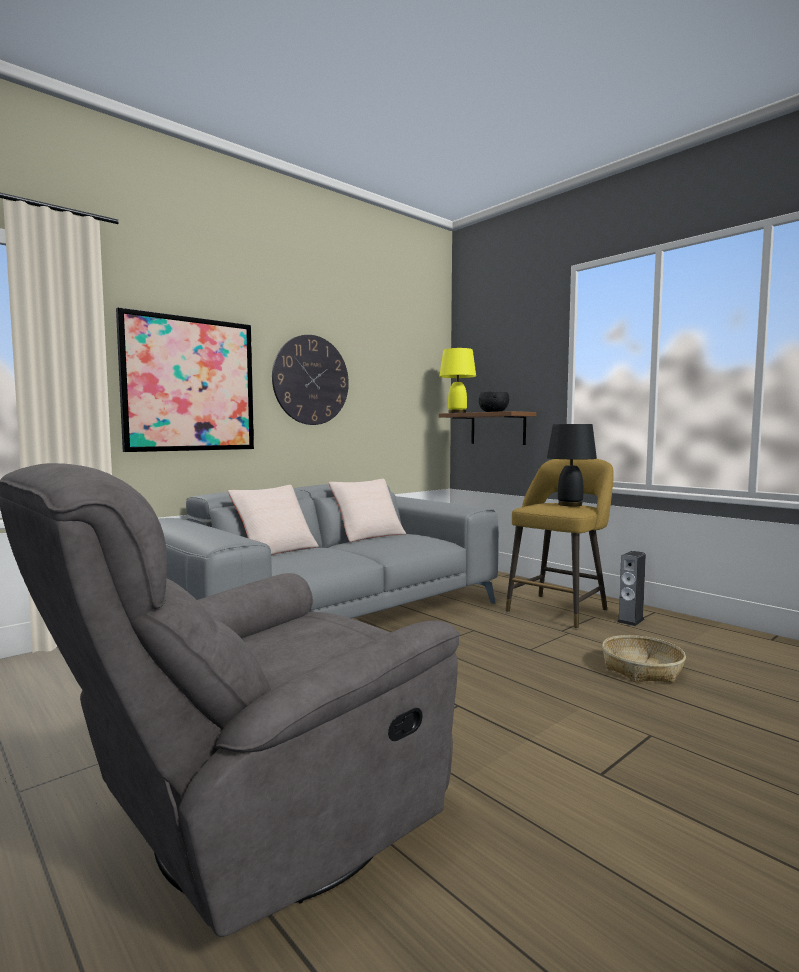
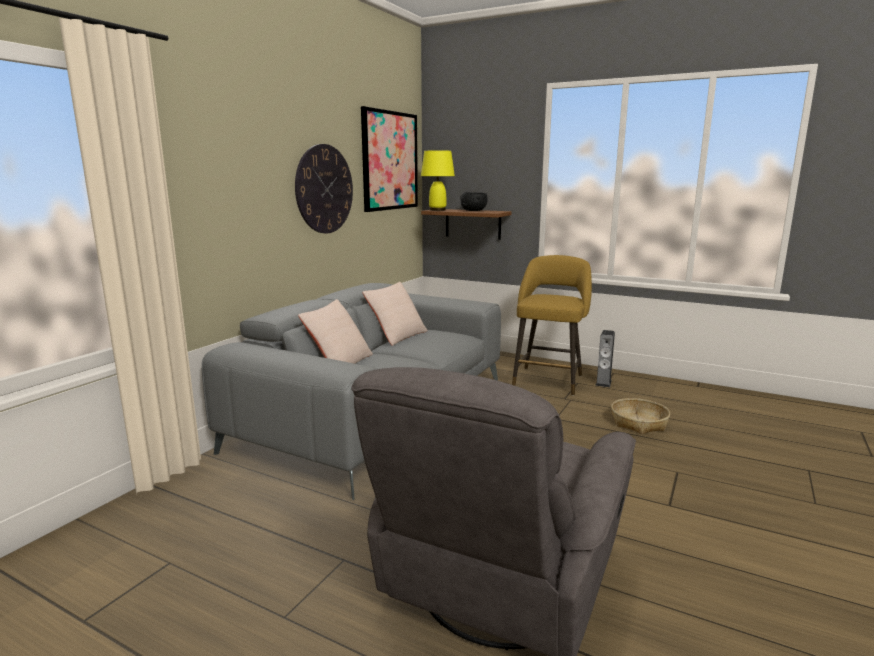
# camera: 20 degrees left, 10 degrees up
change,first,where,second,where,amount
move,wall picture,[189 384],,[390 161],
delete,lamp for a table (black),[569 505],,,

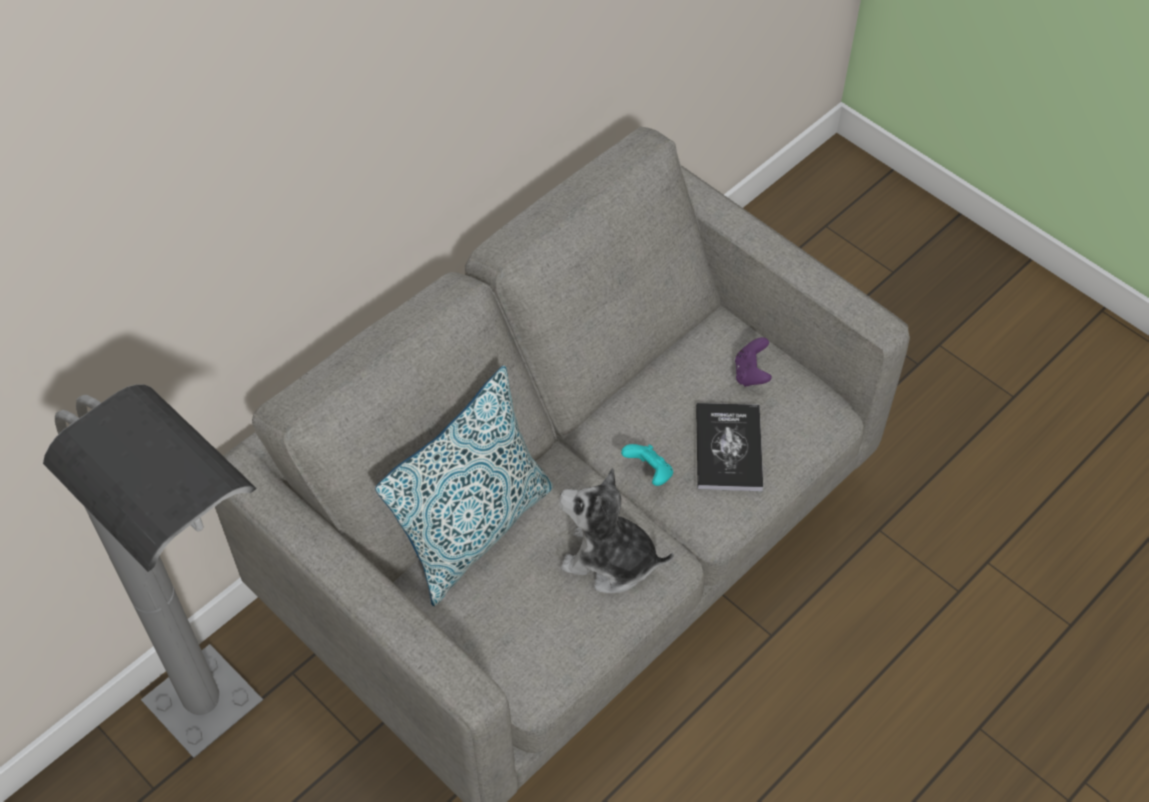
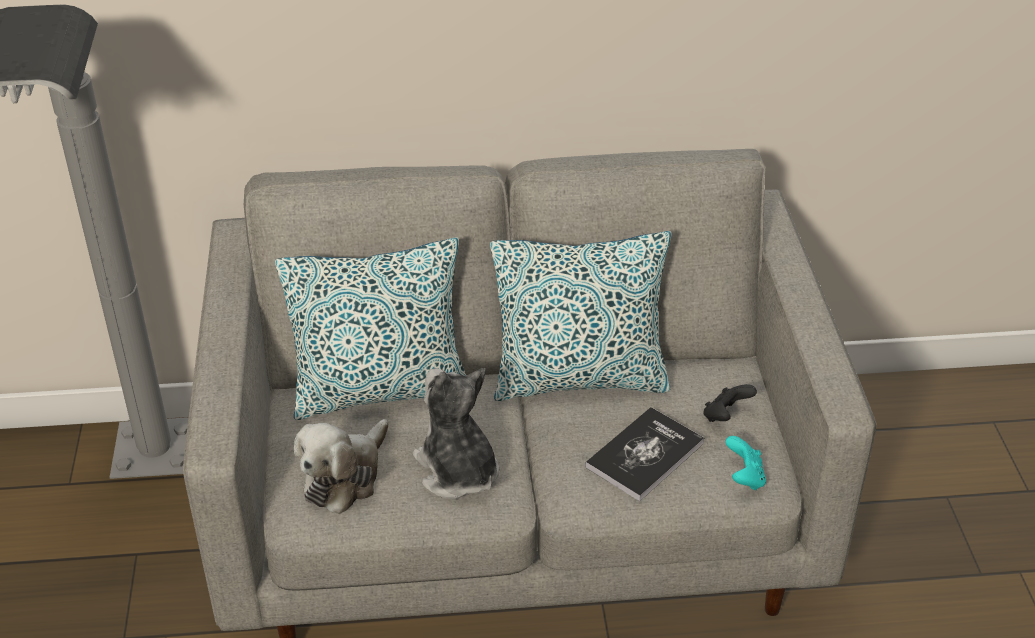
# camera: 40 degrees right, 15 degrees down
change,first,where,second,where,amount
insert,,,soft toy,[345 476],
insert,,,pillow,[579 379],
recolor,joypad (purple),[751 374],joypad (black),[725 416],
move,joypad (blue-green),[649 473],,[744 477],

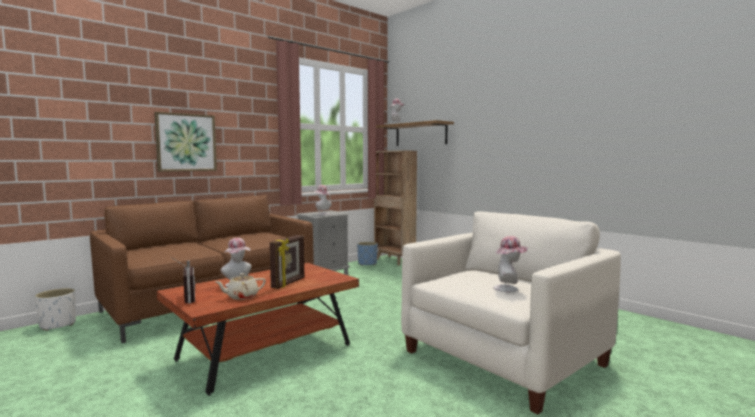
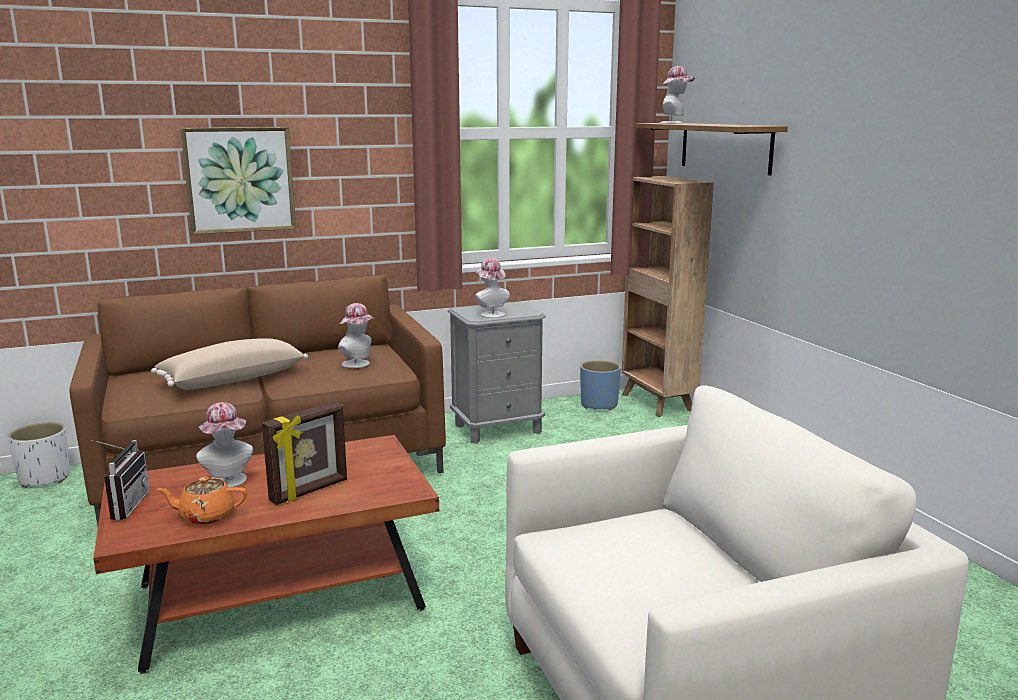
# camera: 20 degrees right, 10 degrees up
change,first,where,second,where,amount
insert,,,pillow (sand-coloured),[232 379],
recolor,pot for tea (sand-coloured),[241 297],pot for tea (orange-coloured),[206 516],
move,wearable hat,[509 288],,[359 364],

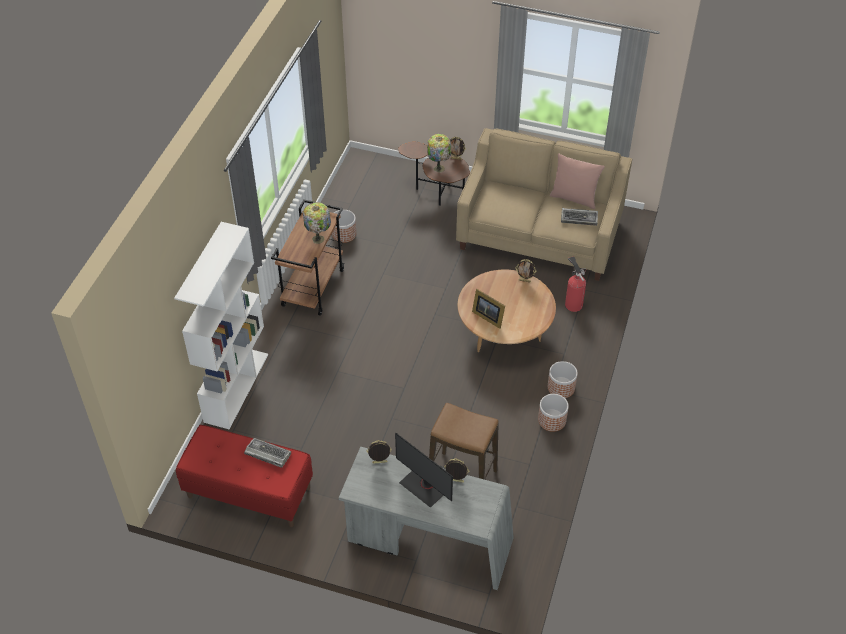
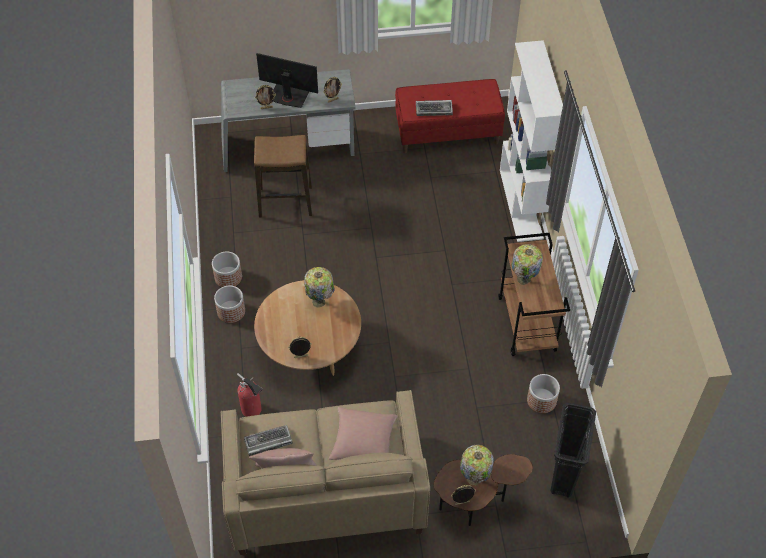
# camera: 155 degrees right, 5 degrees up
change,first,where,second,where,amount
replace,photo frame,[488 316],lamp for a table,[320 302],
insert,,,pillow (pink-coloured),[363 442],
insert,,,waste bin (black),[564 474],

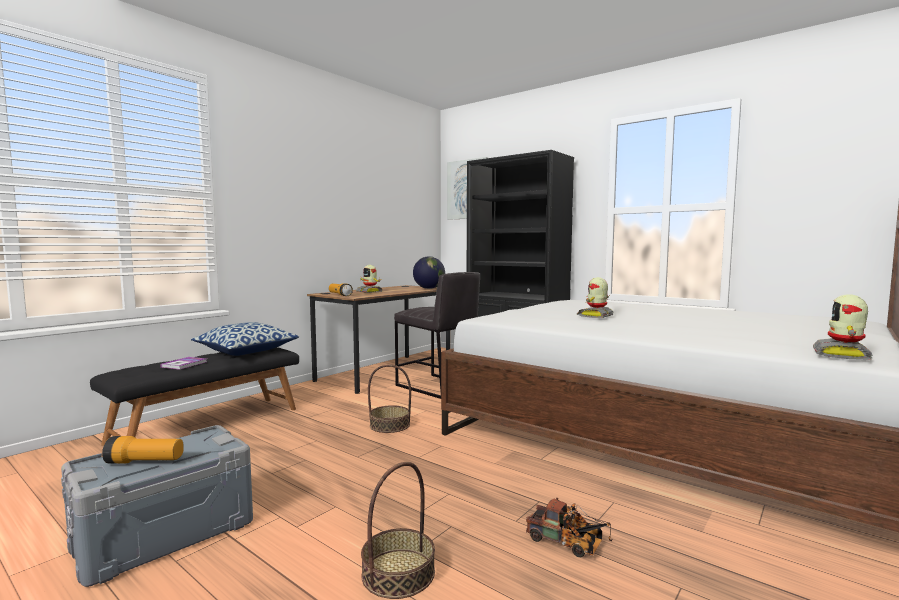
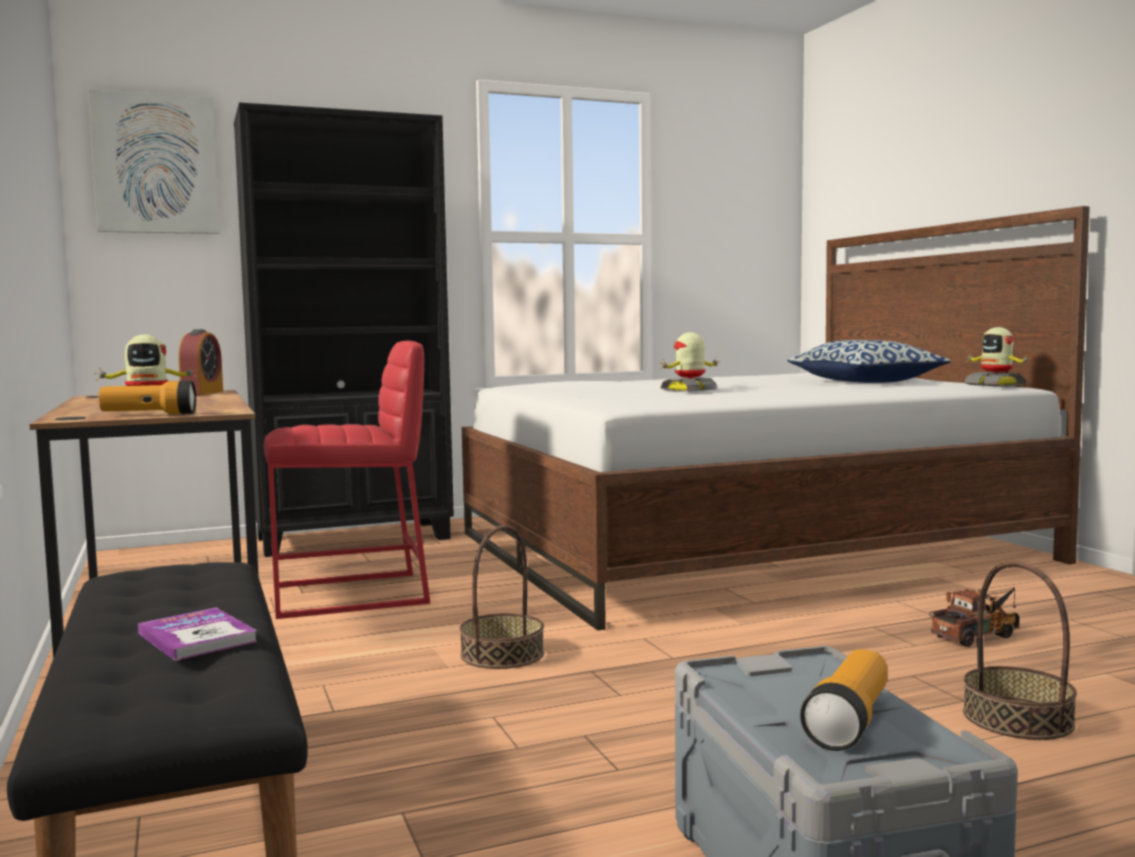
# camera: 60 degrees left, 0 degrees up
change,first,where,second,where,amount
replace,desk globe,[429 288],bedside clock,[202 393],
recolor,sitting stool (gray),[437 386],sitting stool (red-coloured),[351 595],
rotate,robot figure,[596 316],,[689 390],75 degrees clockwise
move,pillow,[246 351],,[866 382],

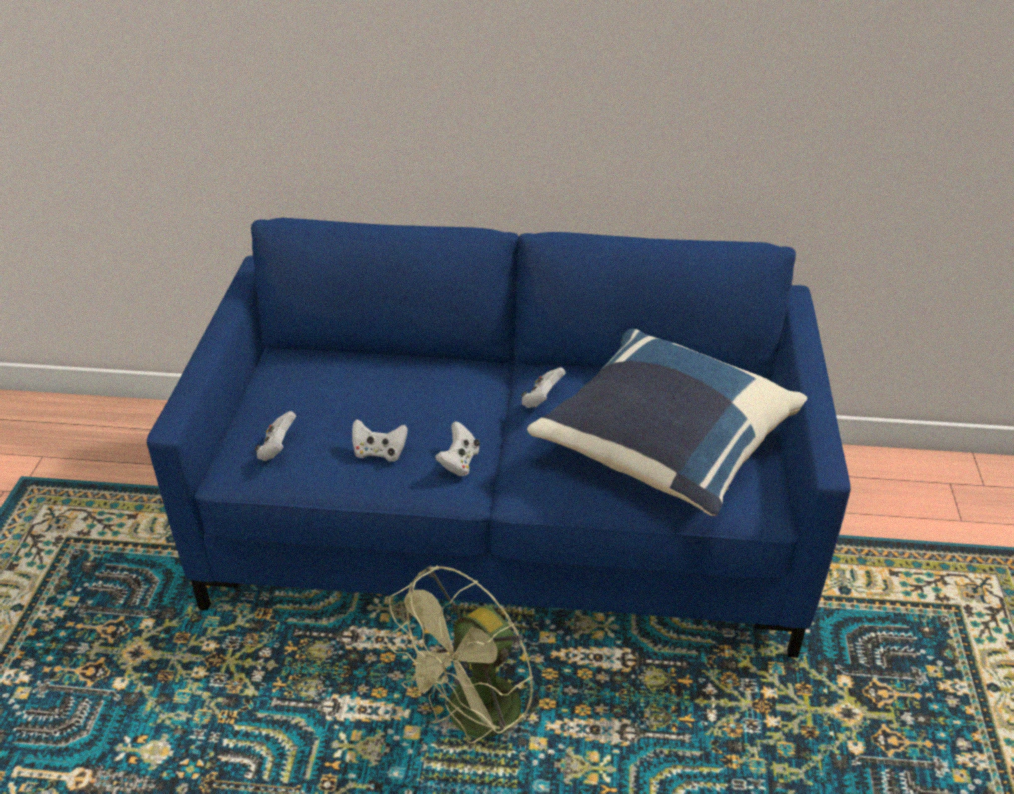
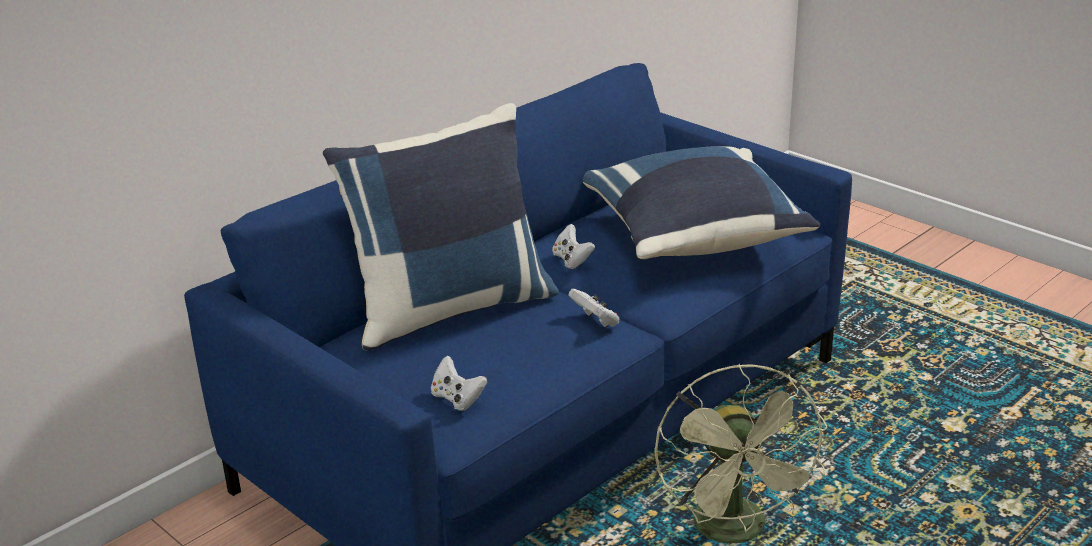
# camera: 50 degrees left, 10 degrees down
change,first,where,second,where,amount
insert,,,pillow (blue),[450 308],
delete,joypad (white-coloured),[379 452],,,

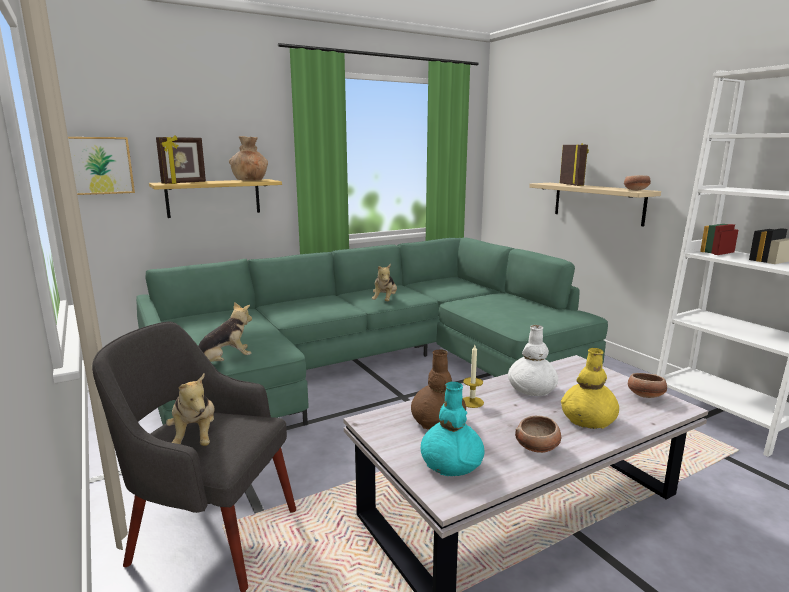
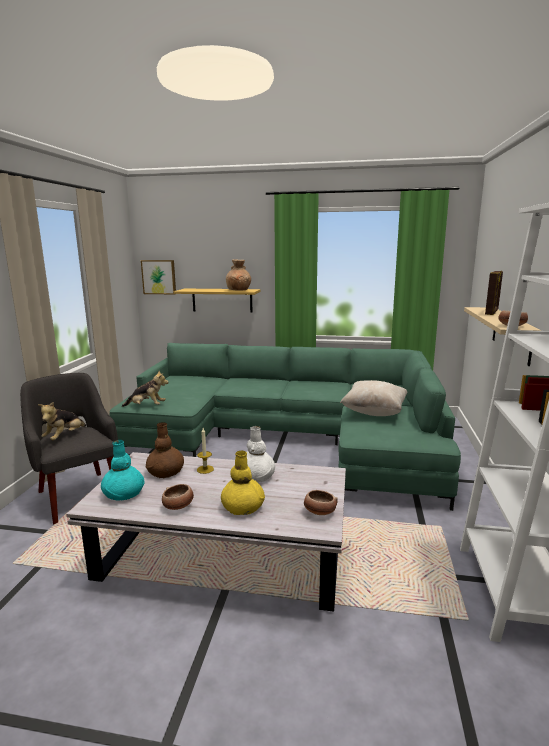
# camera: 40 degrees right, 0 degrees up
change,first,where,second,where,amount
insert,,,pillow (sand-coloured),[374 412],
delete,photo frame,[184 183],,,
delete,soft toy,[385 301],,,

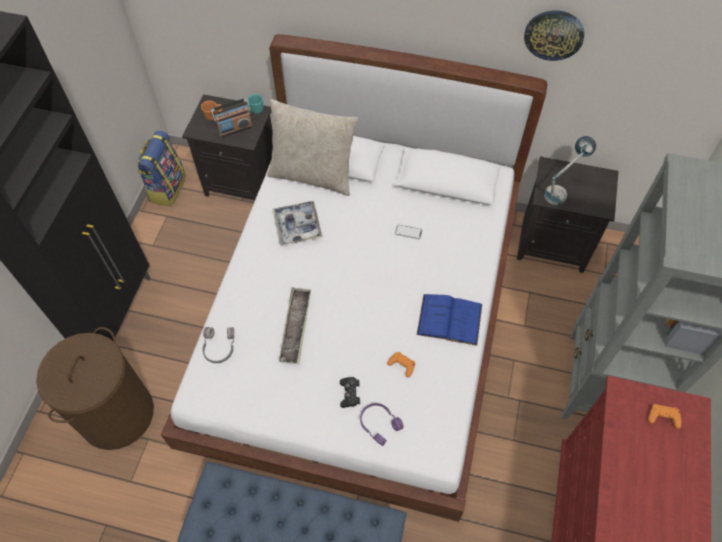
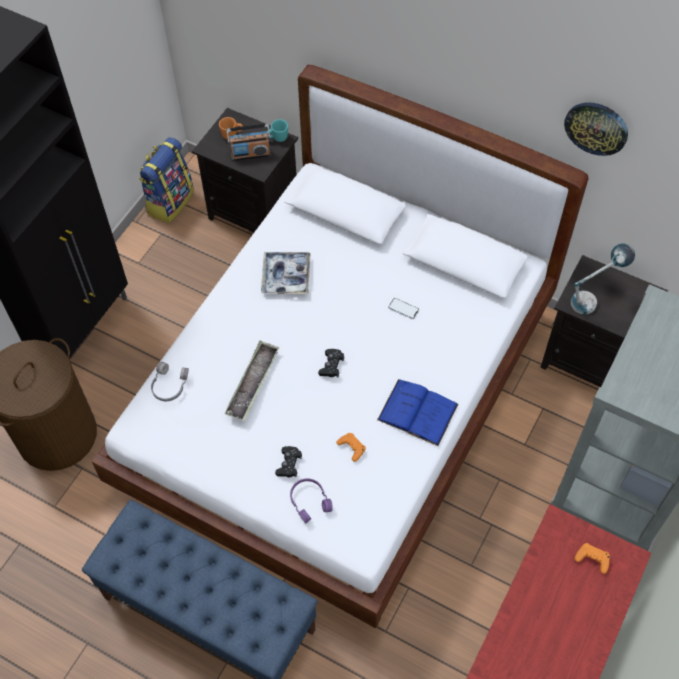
# camera: 15 degrees right, 0 degrees up
change,first,where,second,where,amount
insert,,,joypad (black),[331 365],
delete,pillow (sand-coloured),[313 175],,,

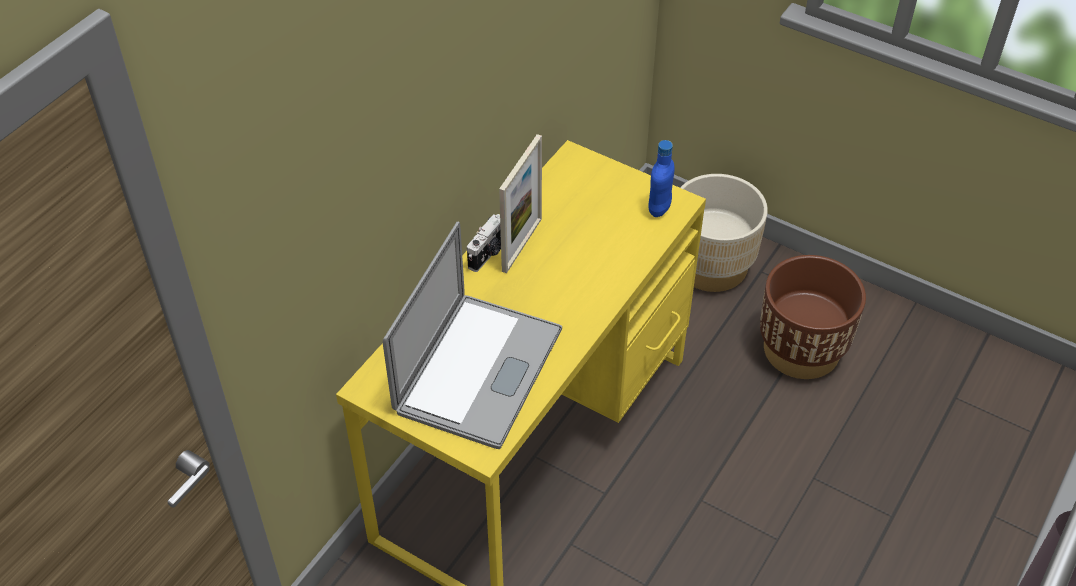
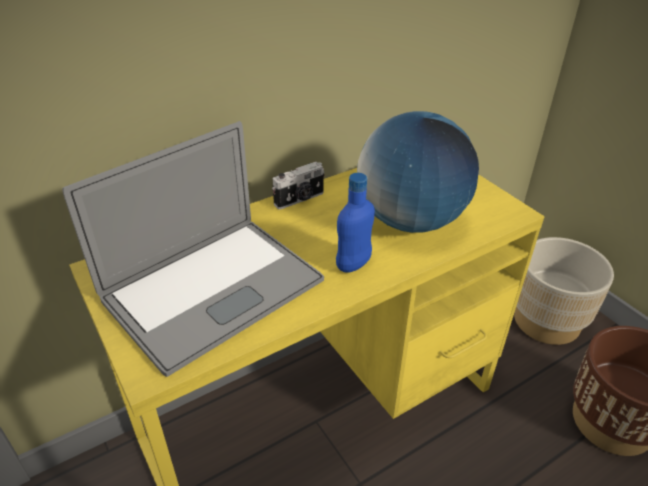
# camera: 25 degrees right, 10 degrees down
change,first,where,second,where,amount
move,beverage bottle (blue),[659 208],,[353 265],
insert,,,desk globe,[410 220],
delete,photo frame,[522 244],,,

